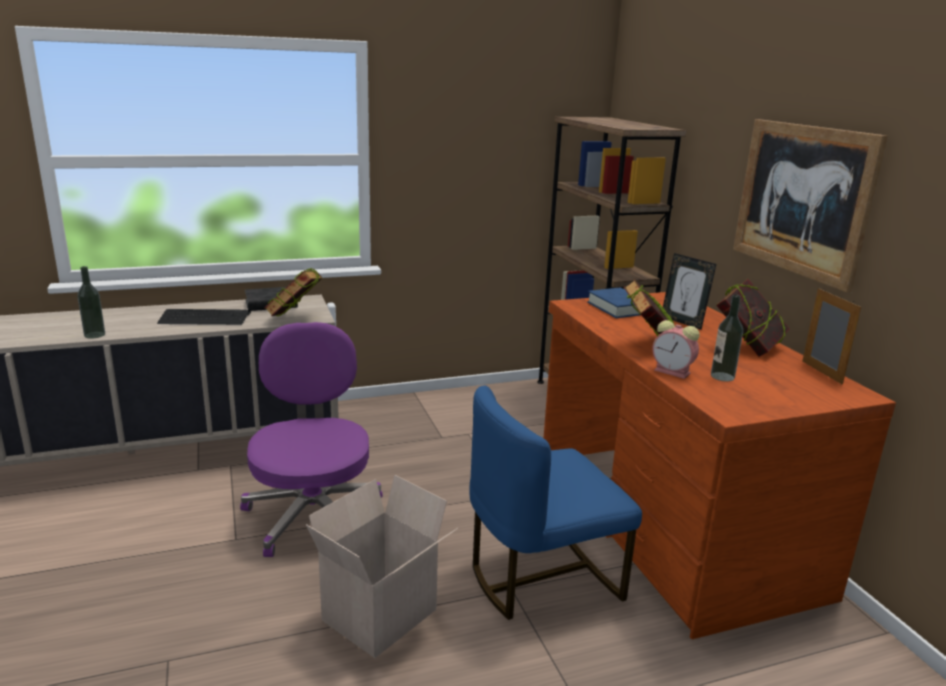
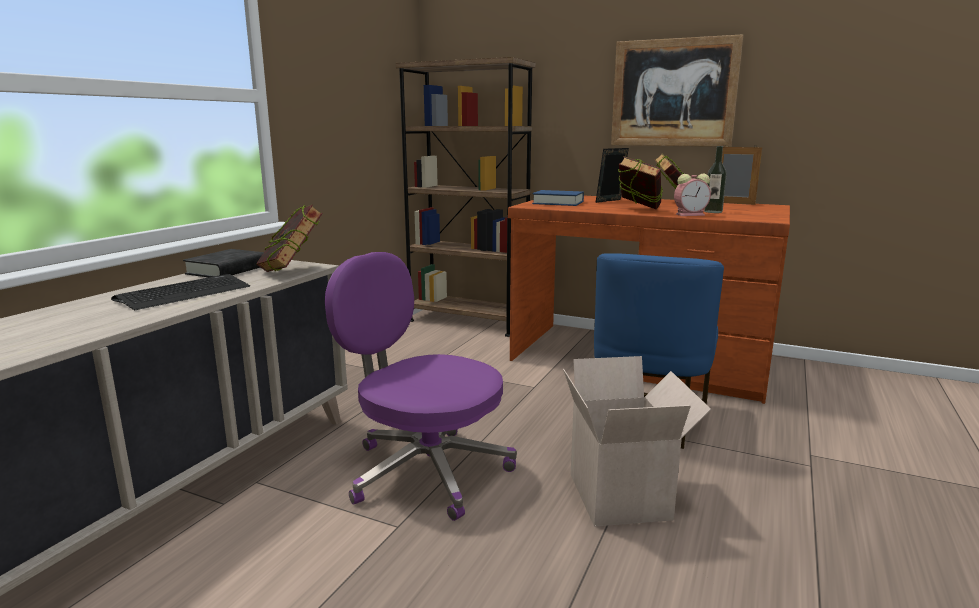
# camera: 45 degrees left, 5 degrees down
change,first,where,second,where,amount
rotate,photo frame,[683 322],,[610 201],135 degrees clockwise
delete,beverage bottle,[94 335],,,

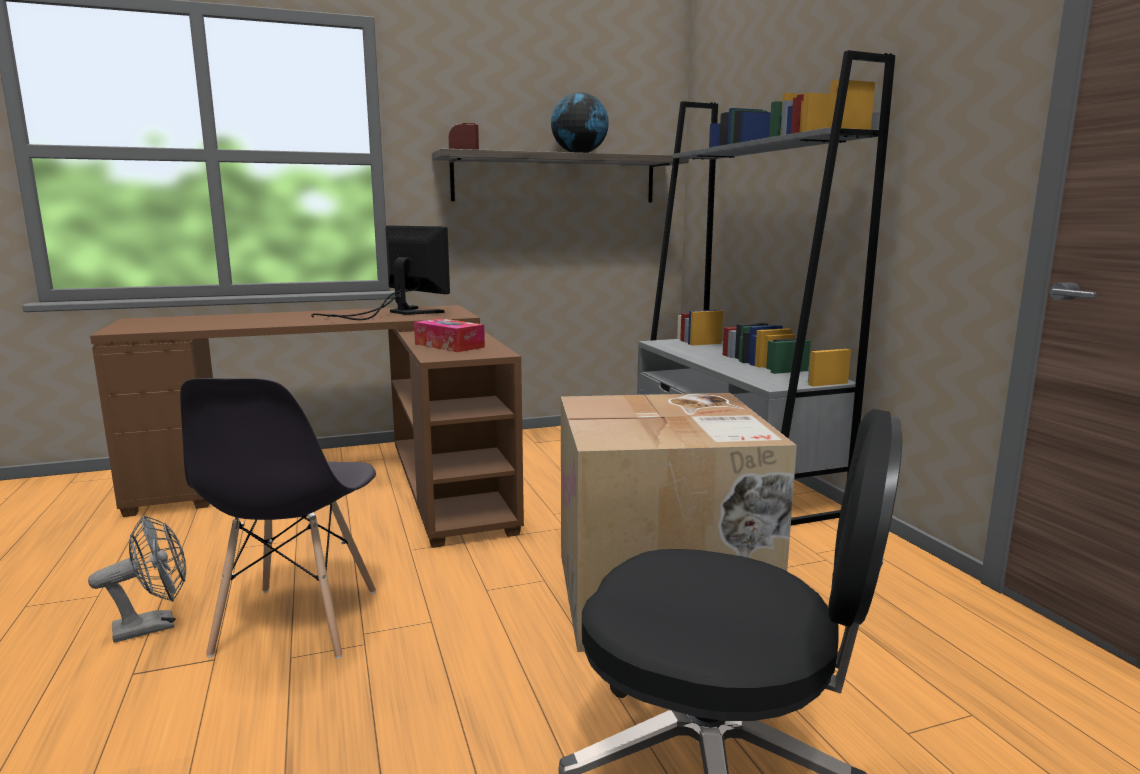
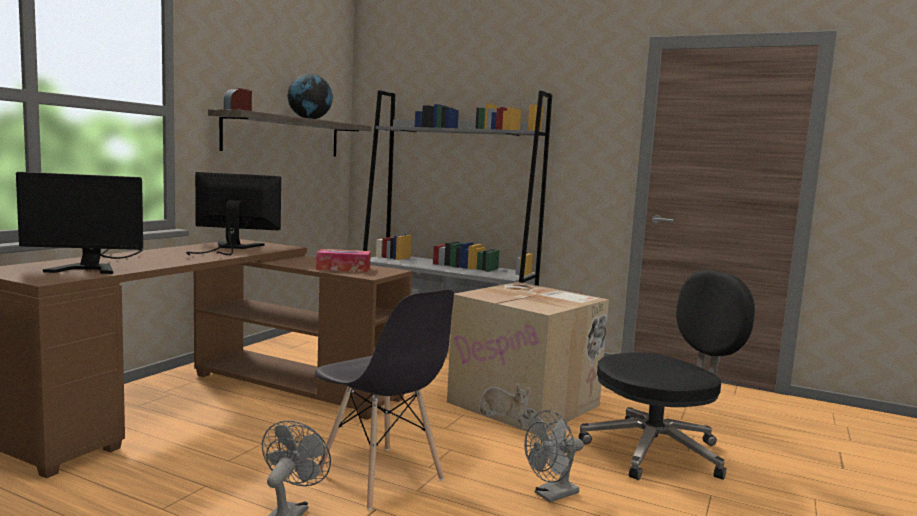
# camera: 45 degrees left, 5 degrees down
change,first,where,second,where,amount
insert,,,monitor,[93 266],
insert,,,fan (gray),[551 495],

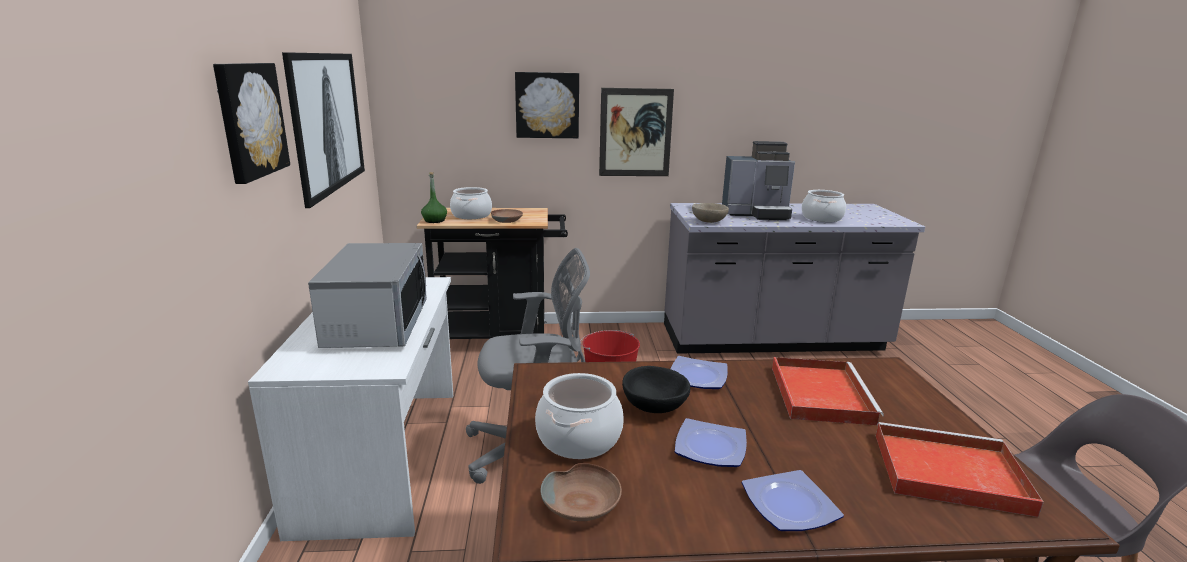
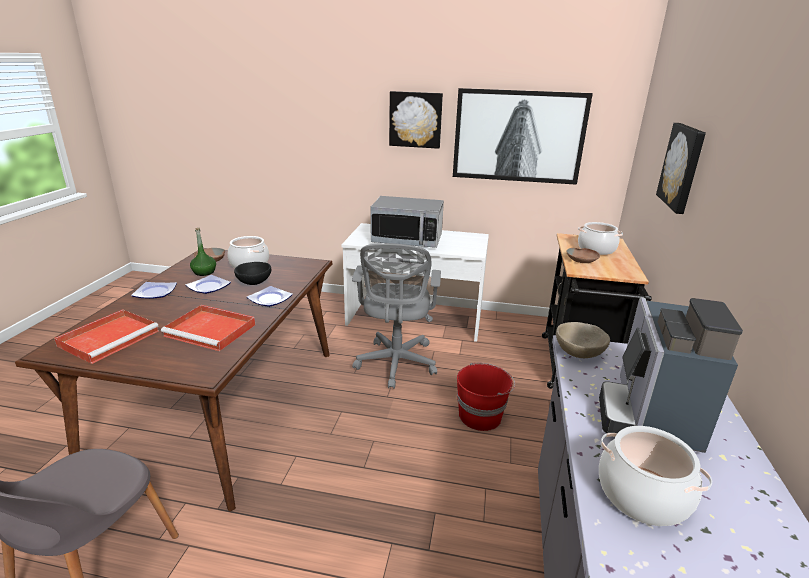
# camera: 105 degrees right, 5 degrees up
change,first,where,second,where,amount
move,beverage bottle (green),[434 220],,[204 272],
delete,wall picture,[635 133],,,

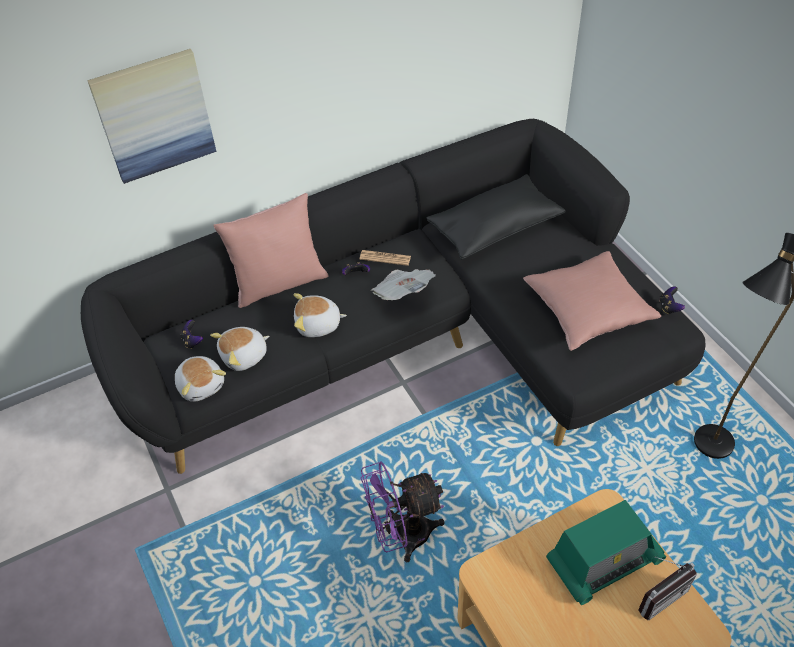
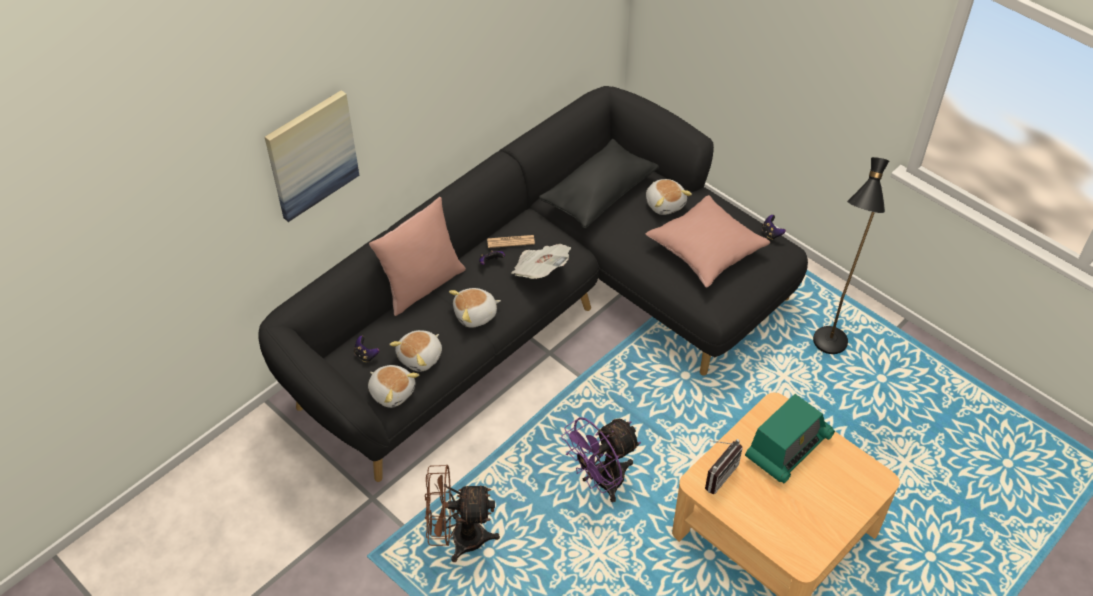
# camera: 20 degrees left, 0 degrees up
change,first,where,second,where,amount
insert,,,fan (brown-coloured),[458 538],
insert,,,soft toy,[665 203],
move,radio,[658 595],,[717 473],

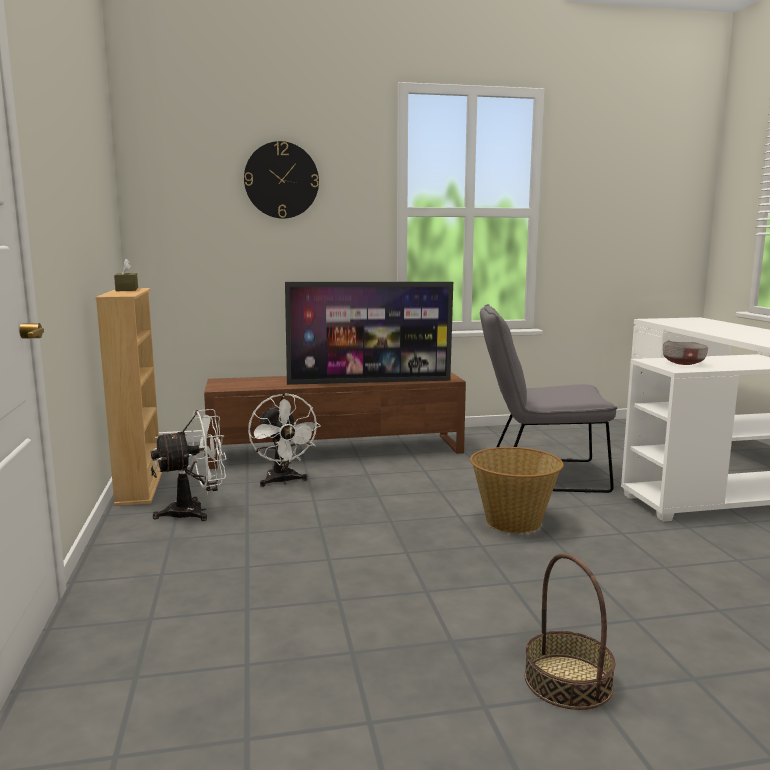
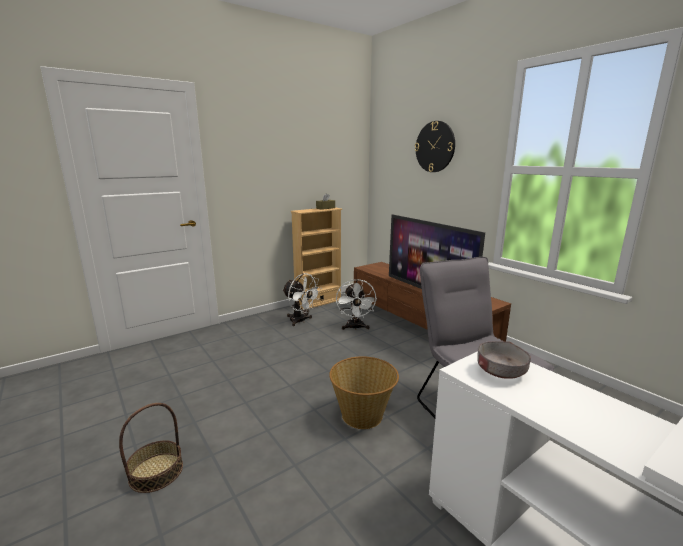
# camera: 65 degrees right, 5 degrees up
change,first,where,second,where,amount
rotate,fan (white-coloured),[283 481],,[355 328],45 degrees counterclockwise

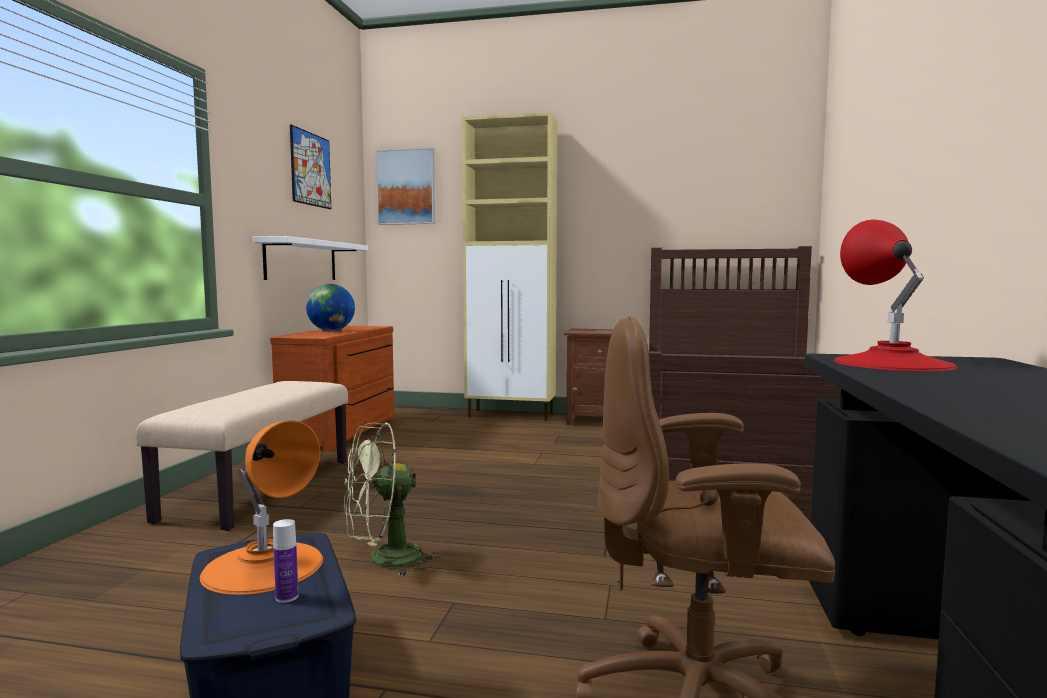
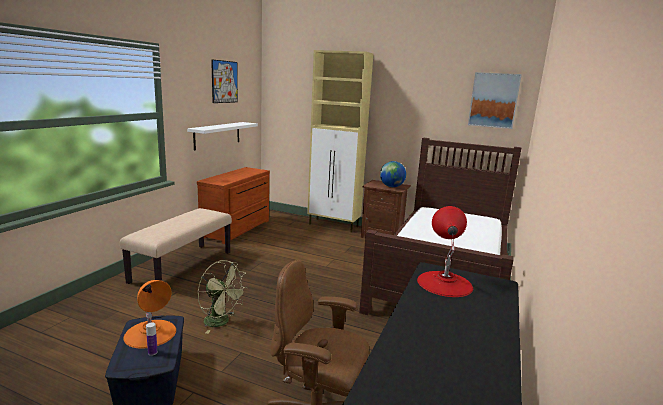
# camera: 10 degrees right, 10 degrees up
change,first,where,second,where,amount
rotate,fan (green),[384 560],,[221 322],135 degrees counterclockwise
move,desk globe,[331 331],,[391 187],
move,wall picture,[406 187],,[493 100],

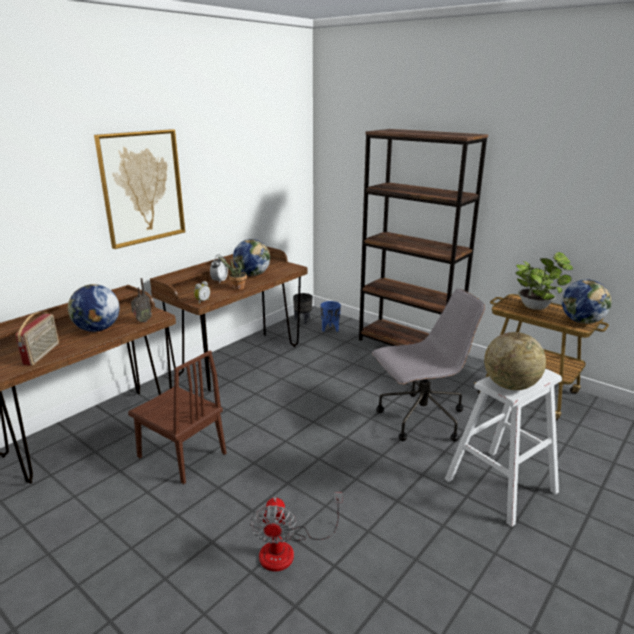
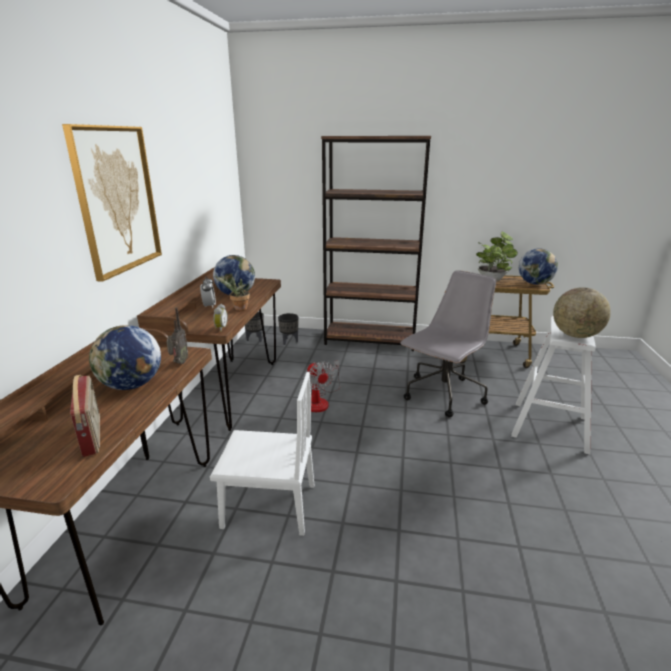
# camera: 30 degrees left, 0 degrees up
change,first,where,second,where,amount
recolor,plain chair (brown-coloured),[182 455],plain chair (white-coloured),[269 506],
recolor,plant pot (blue),[330 329],plant pot (black),[289 341],
move,fan,[288 550],,[320 401],

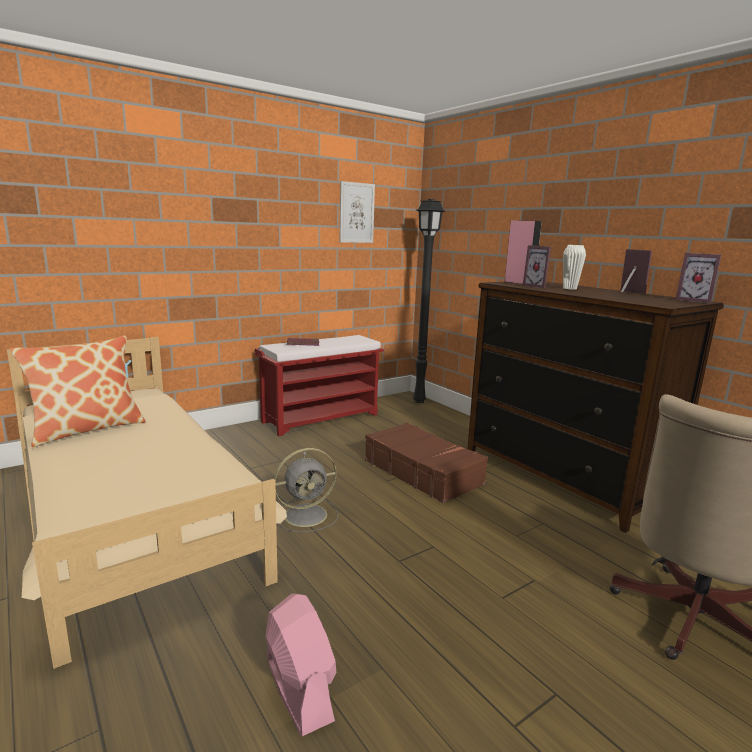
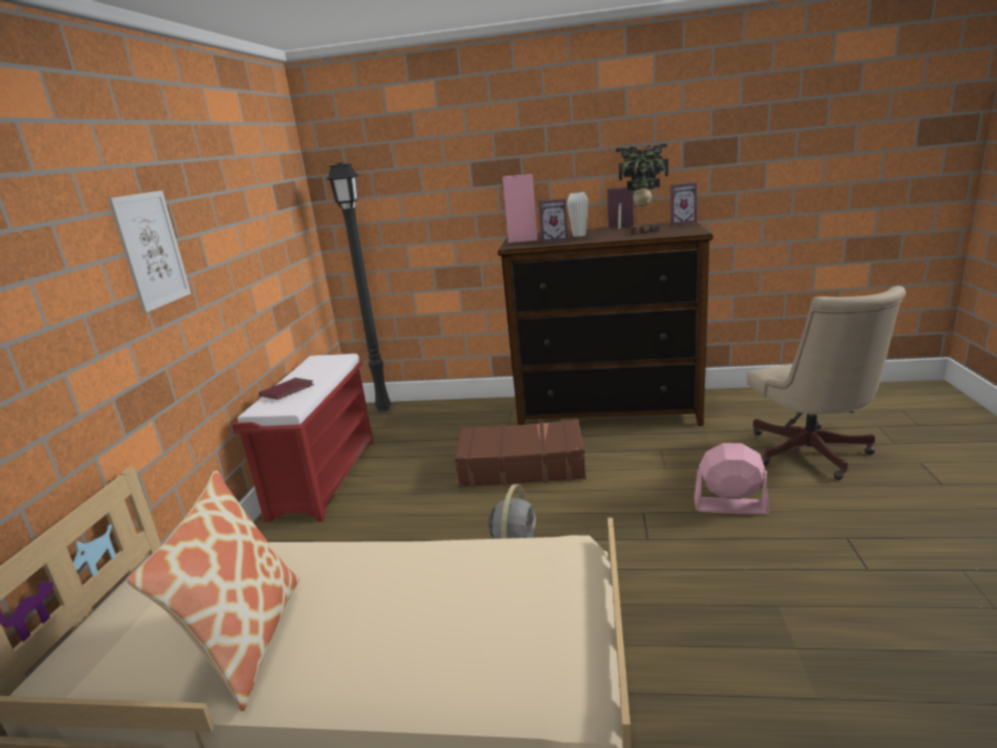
# camera: 45 degrees left, 5 degrees up
change,first,where,second,where,amount
move,wall picture,[356 213],,[151 250],
insert,,,plant in a pot,[643 231],
move,fan (pink-coloured),[298 688],,[730 506],

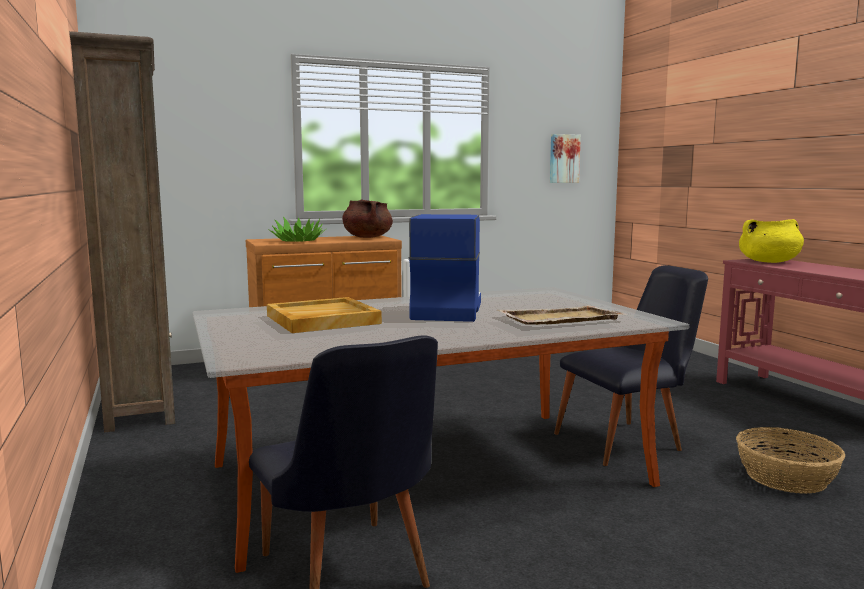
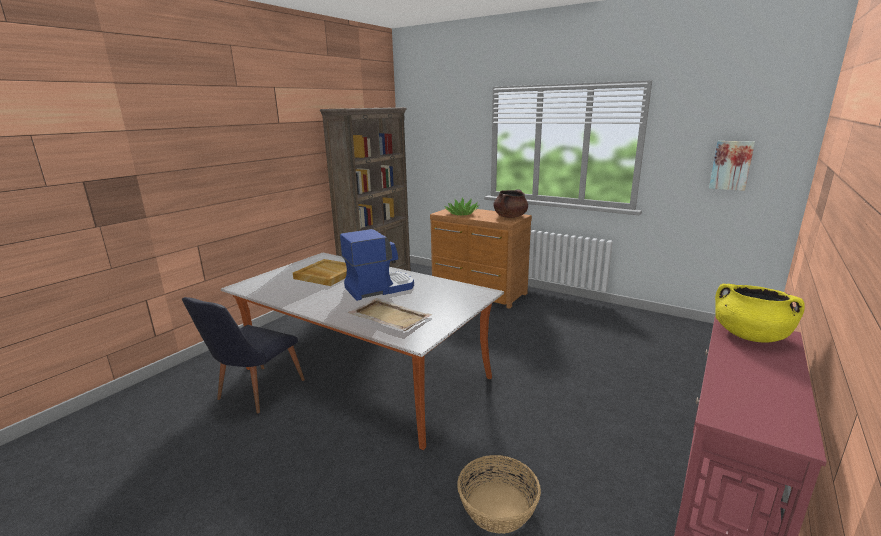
# camera: 55 degrees right, 10 degrees up
change,first,where,second,where,amount
delete,plain chair (black),[628 441],,,

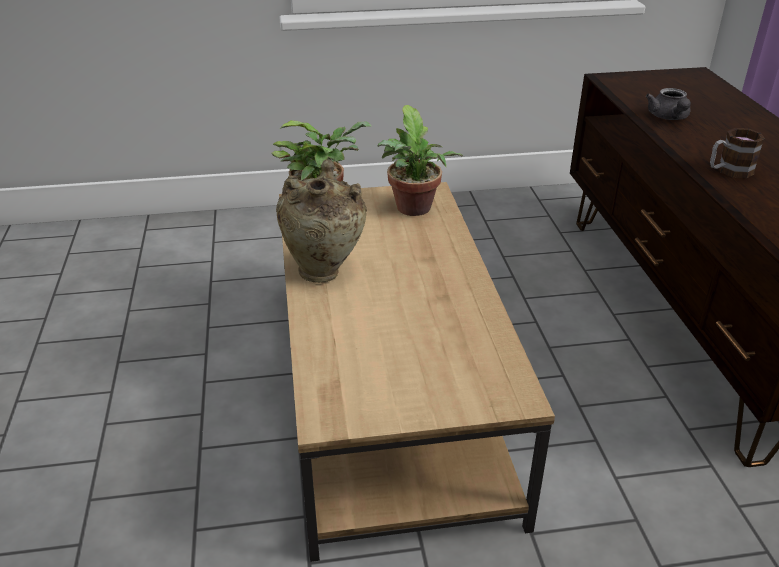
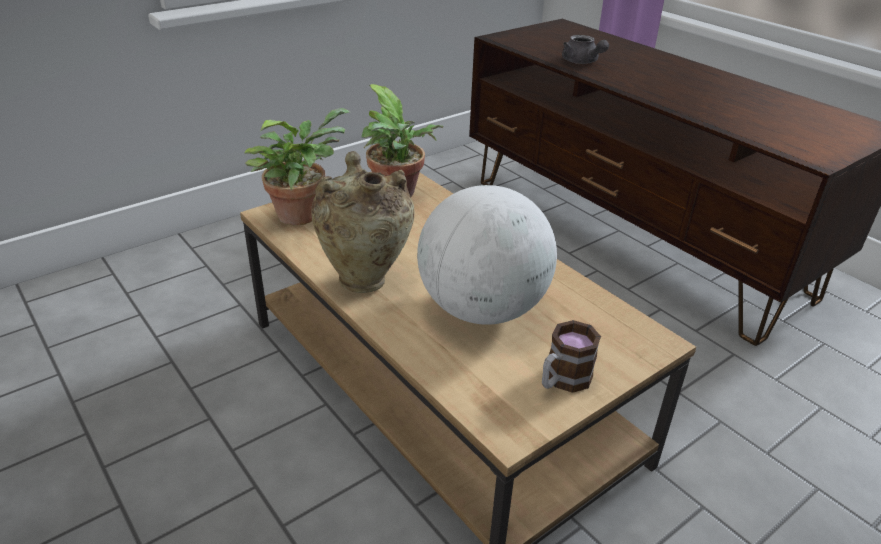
# camera: 30 degrees left, 0 degrees up
change,first,where,second,where,amount
insert,,,desk globe,[482 310],
move,coffee mug,[728 171],,[562 380],

